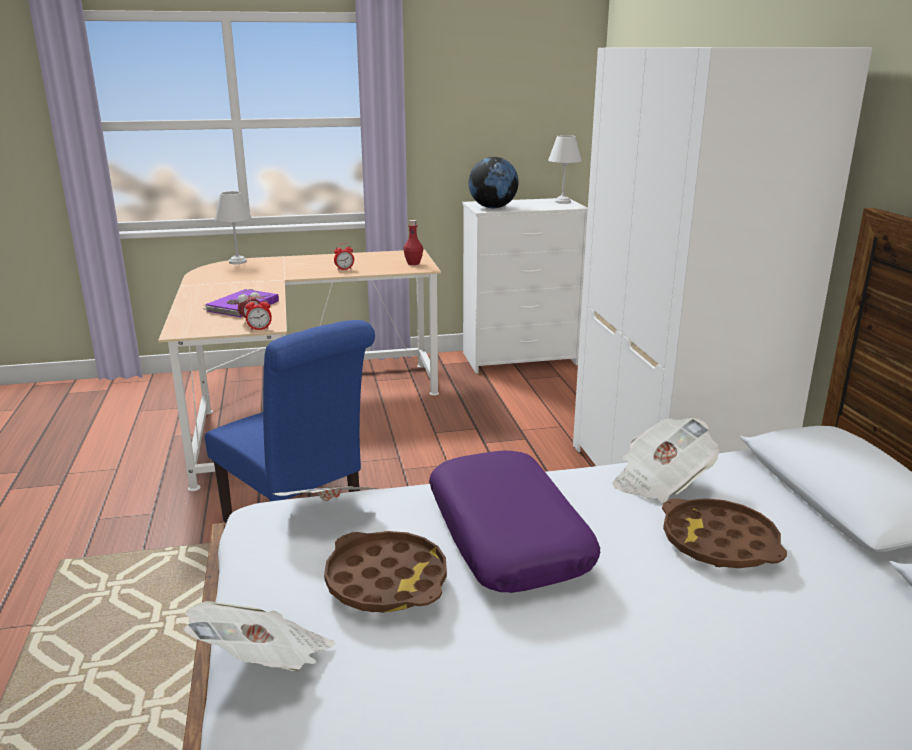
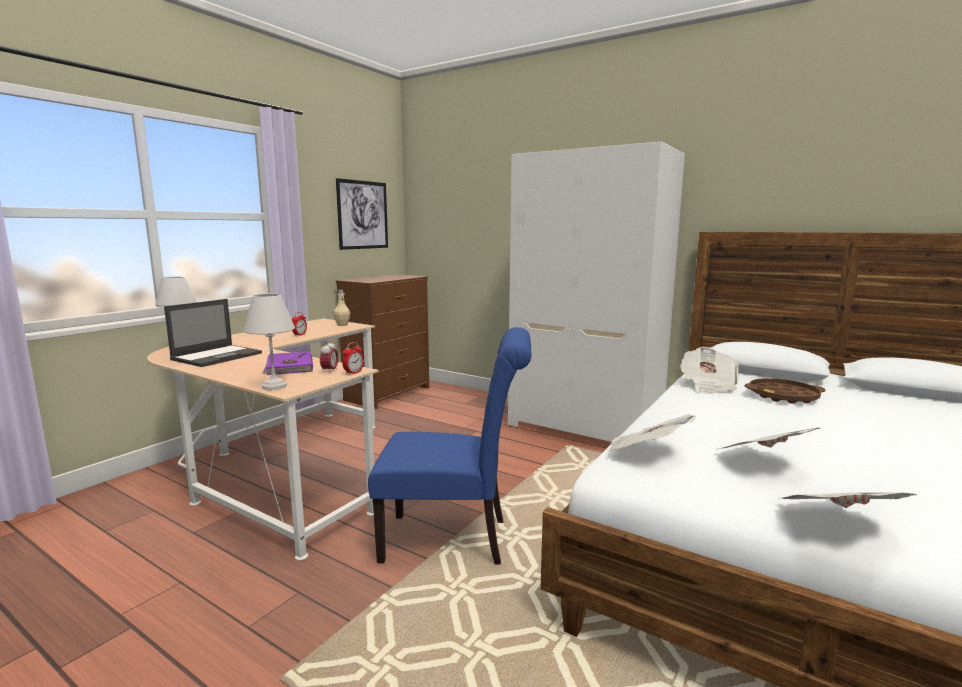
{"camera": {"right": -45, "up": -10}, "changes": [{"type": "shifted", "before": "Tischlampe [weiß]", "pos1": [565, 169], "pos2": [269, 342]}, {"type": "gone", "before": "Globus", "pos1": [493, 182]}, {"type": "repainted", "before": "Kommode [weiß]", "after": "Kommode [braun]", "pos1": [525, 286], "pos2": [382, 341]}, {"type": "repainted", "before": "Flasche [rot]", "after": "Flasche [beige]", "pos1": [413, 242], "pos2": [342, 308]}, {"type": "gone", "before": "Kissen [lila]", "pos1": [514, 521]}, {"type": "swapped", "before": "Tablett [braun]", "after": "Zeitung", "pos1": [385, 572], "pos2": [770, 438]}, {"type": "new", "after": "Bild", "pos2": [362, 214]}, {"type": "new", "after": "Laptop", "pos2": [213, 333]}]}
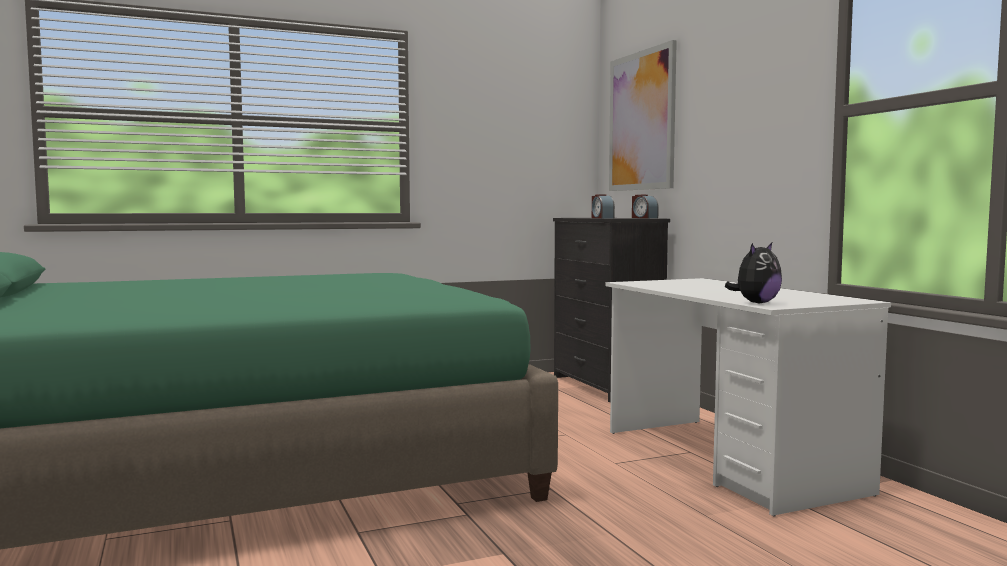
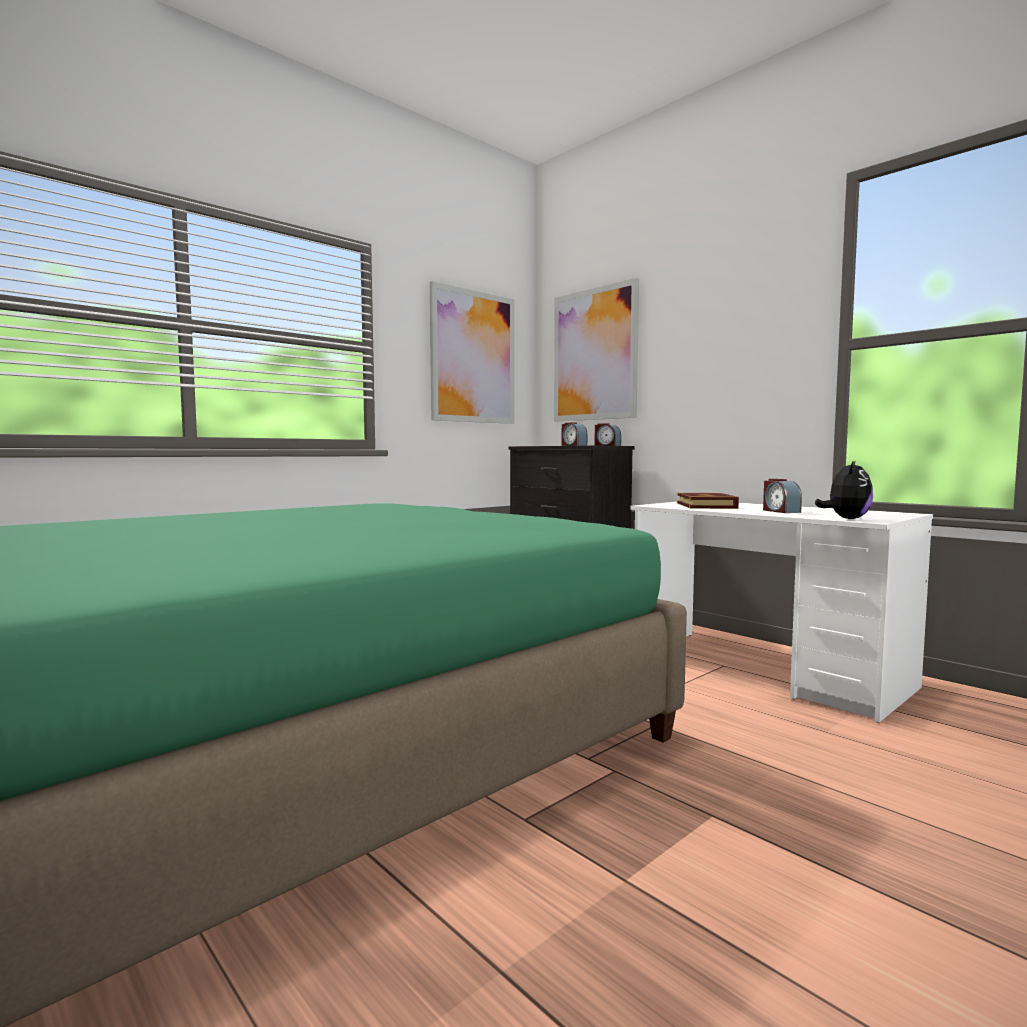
{"camera": {"right": -20, "up": 0}, "changes": [{"type": "new", "after": "Bild", "pos2": [472, 352]}, {"type": "new", "after": "Wecker", "pos2": [782, 496]}, {"type": "new", "after": "Buch", "pos2": [708, 501]}]}
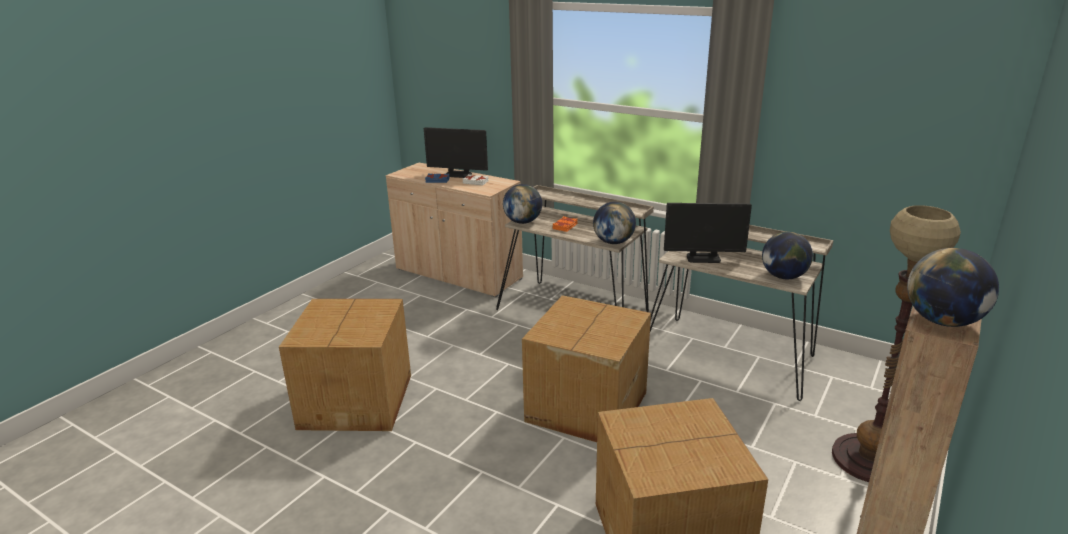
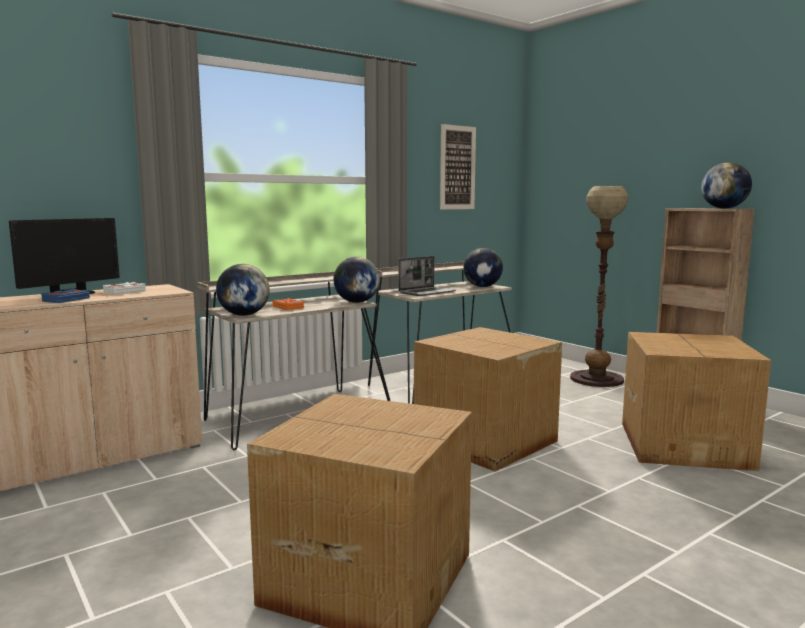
{"camera": {"right": -70, "up": -15}, "changes": [{"type": "swapped", "before": "Monitor", "after": "Laptop", "pos1": [708, 233], "pos2": [427, 276]}, {"type": "new", "after": "Bild", "pos2": [458, 166]}]}
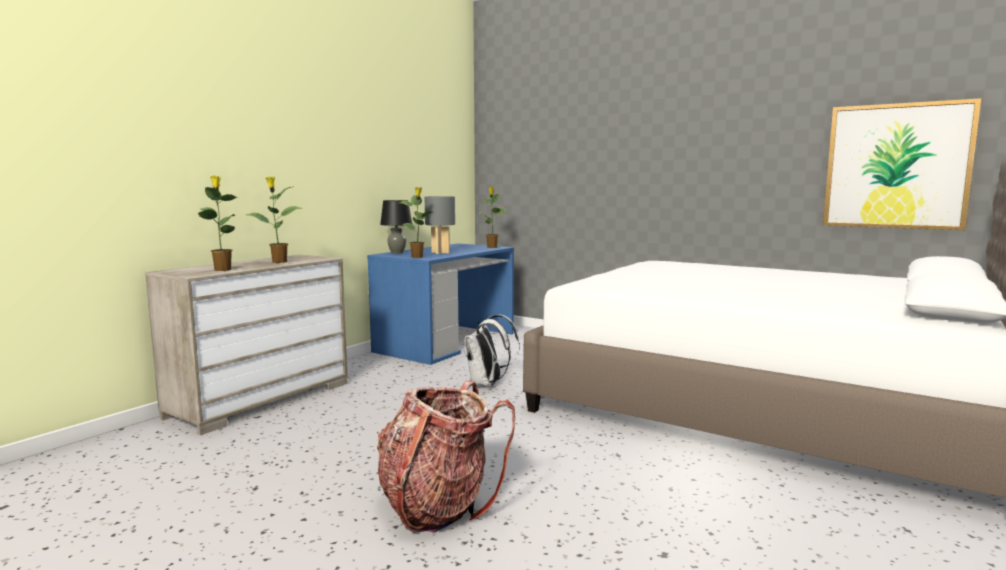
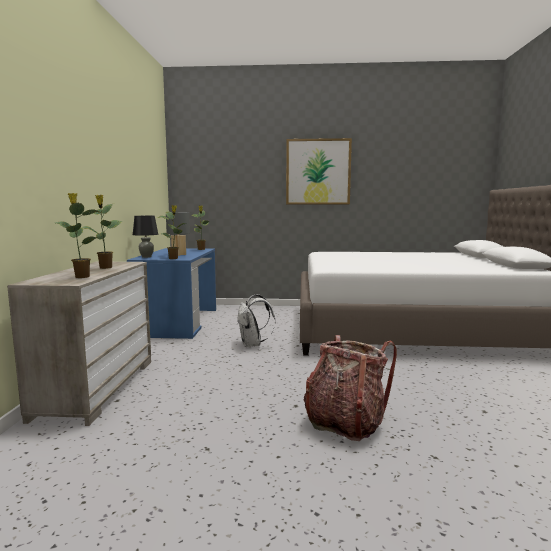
{"camera": {"right": -30, "up": 0}, "changes": [{"type": "shifted", "before": "Bild", "pos1": [902, 164], "pos2": [319, 171]}]}
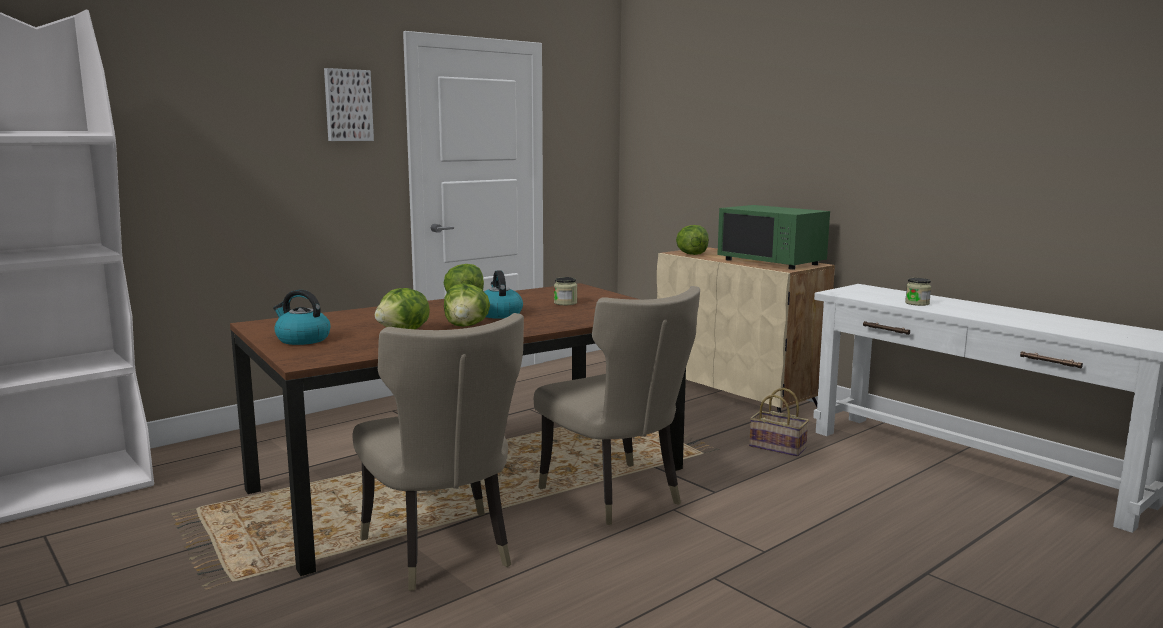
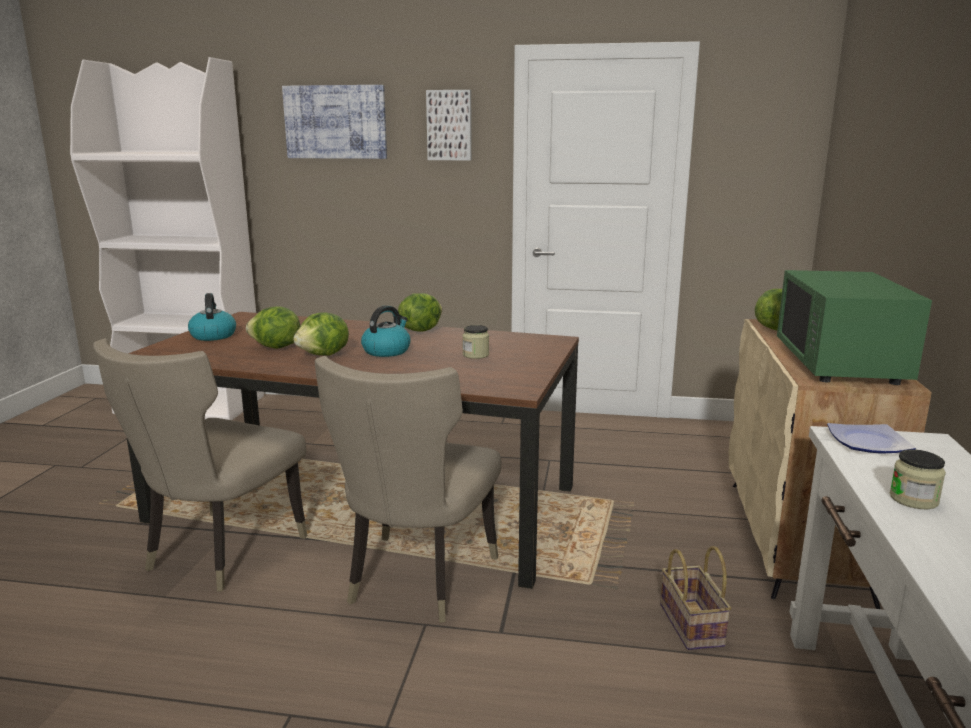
{"camera": {"right": 50, "up": 5}, "changes": [{"type": "new", "after": "Bild", "pos2": [334, 122]}, {"type": "new", "after": "Teller", "pos2": [871, 438]}]}
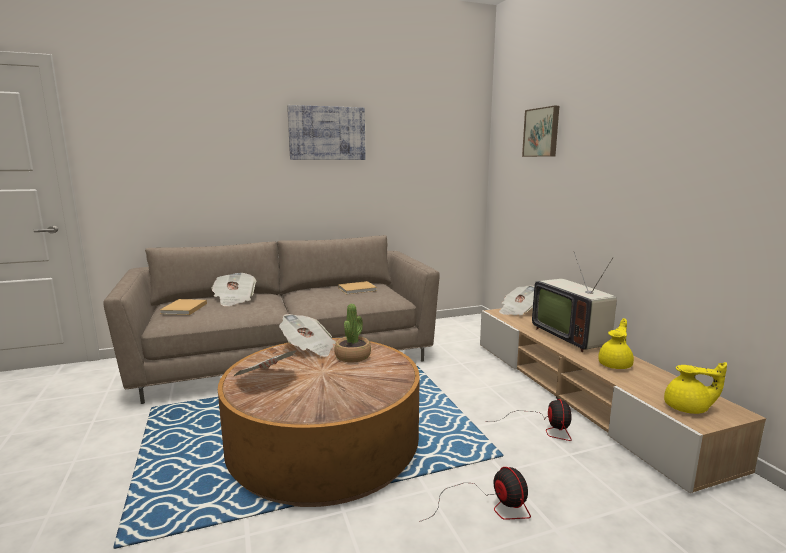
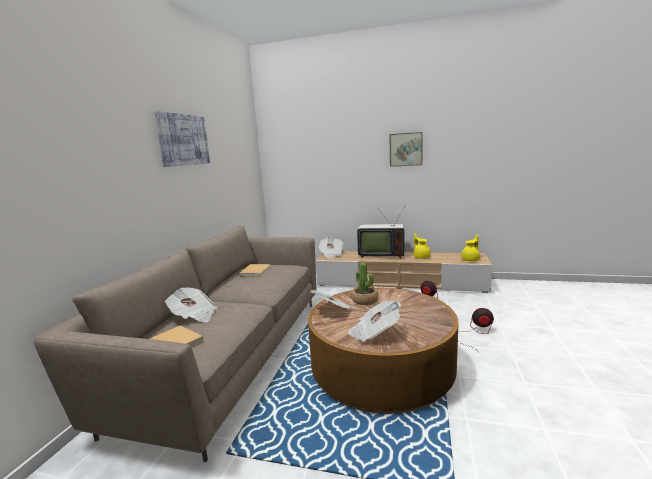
{"camera": {"right": -55, "up": 0}, "changes": [{"type": "shifted", "before": "Bild", "pos1": [540, 131], "pos2": [406, 149]}]}
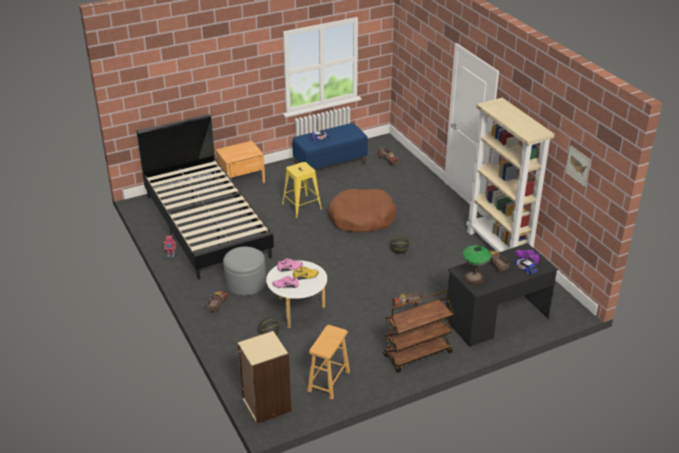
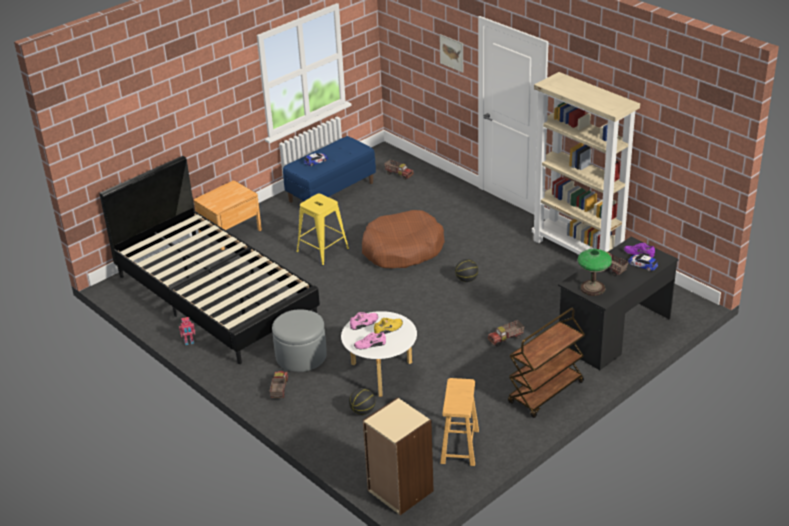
{"camera": {"right": -15, "up": 0}, "changes": [{"type": "shifted", "before": "Bild", "pos1": [578, 166], "pos2": [451, 53]}]}
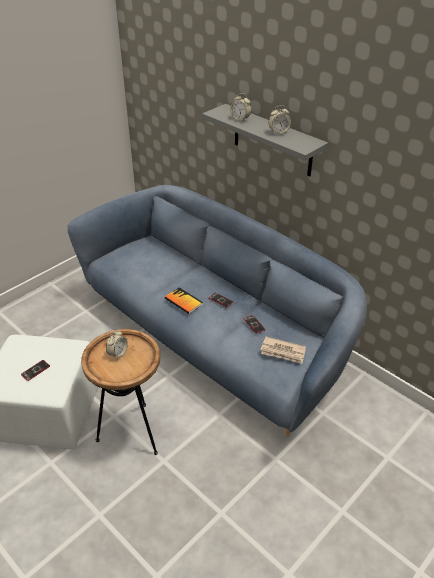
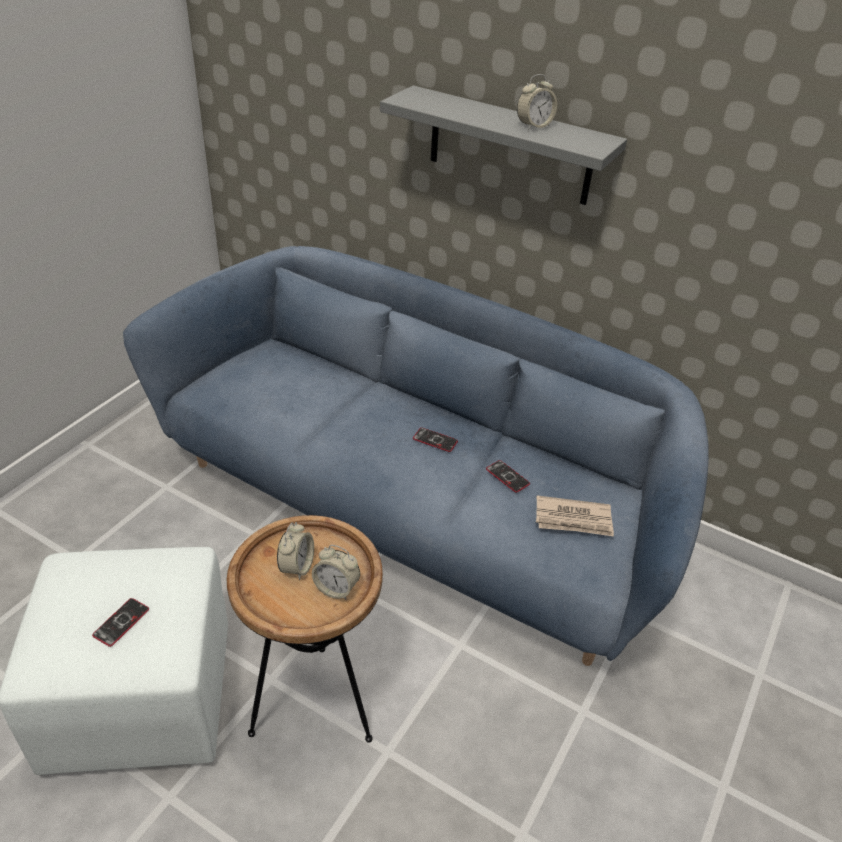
{"camera": {"right": -15, "up": 0}, "changes": [{"type": "shifted", "before": "Wecker", "pos1": [240, 107], "pos2": [336, 572]}, {"type": "gone", "before": "Buch", "pos1": [184, 300]}]}
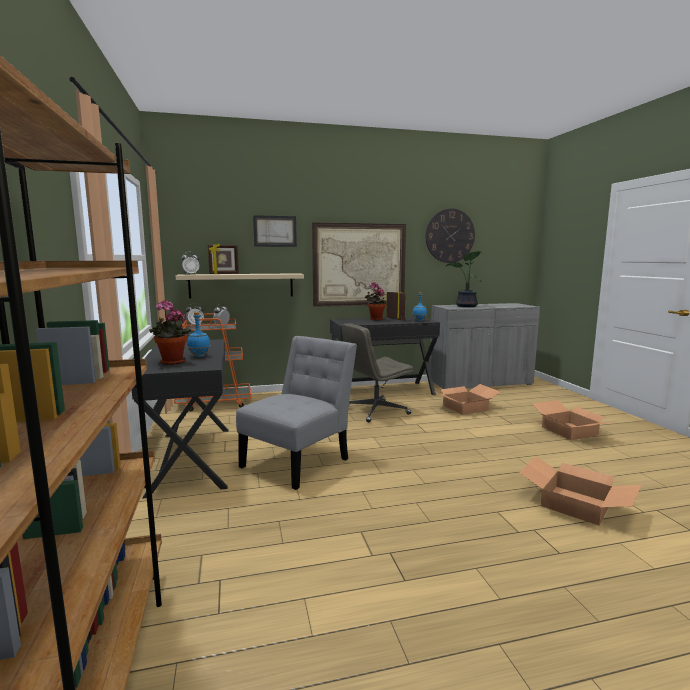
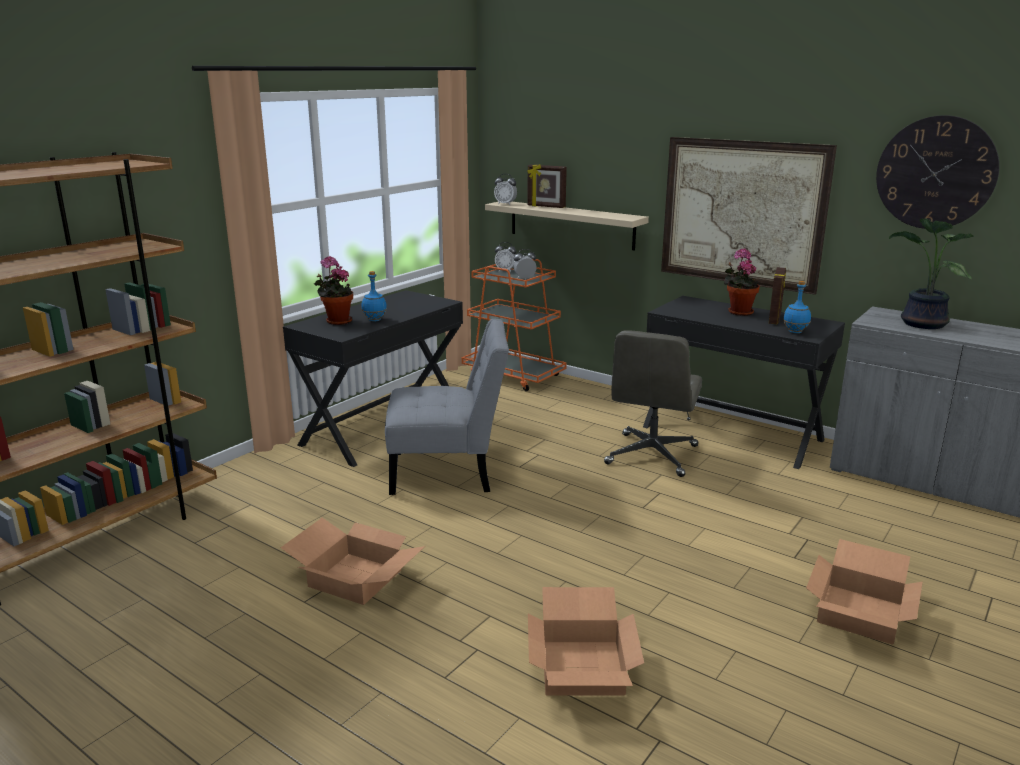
{"camera": {"right": 50, "up": 10}, "changes": [{"type": "gone", "before": "Bild", "pos1": [275, 231]}, {"type": "rotated", "before": "Bürostuhl [grau]", "pos1": [378, 372], "pos2": [653, 403], "turn": -90}, {"type": "shifted", "before": "Karton", "pos1": [466, 399], "pos2": [353, 561]}]}
